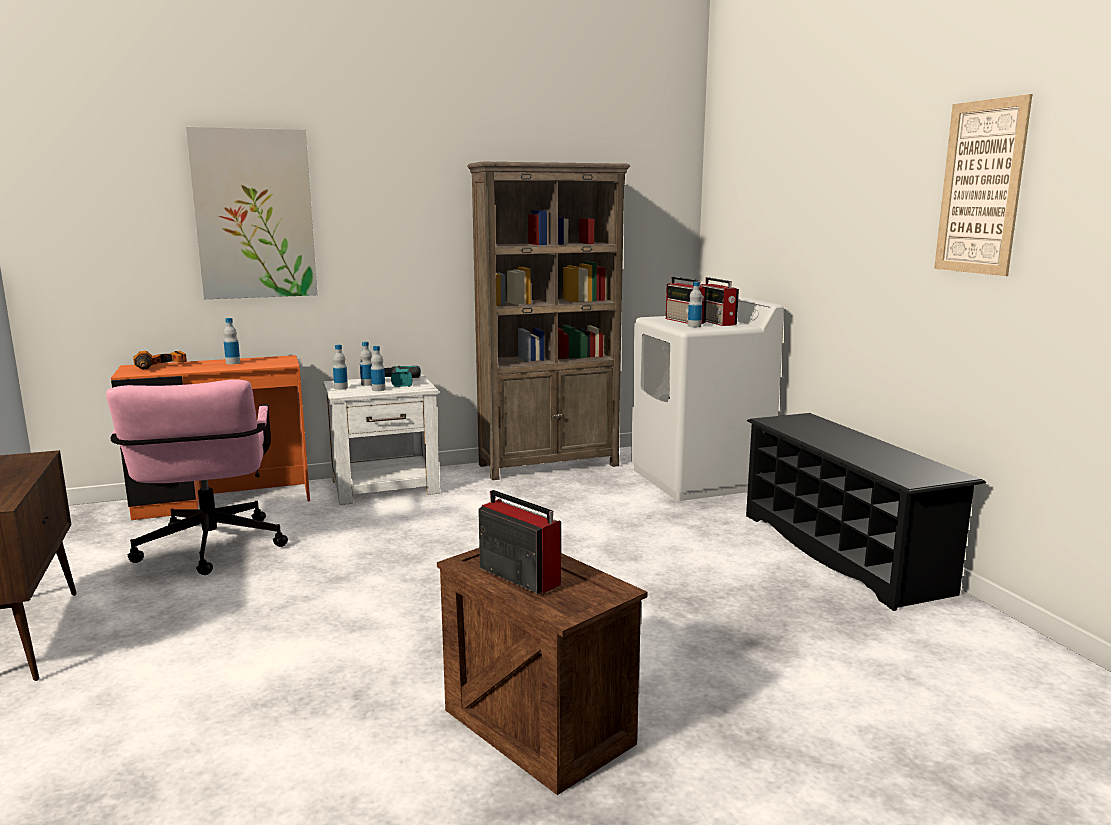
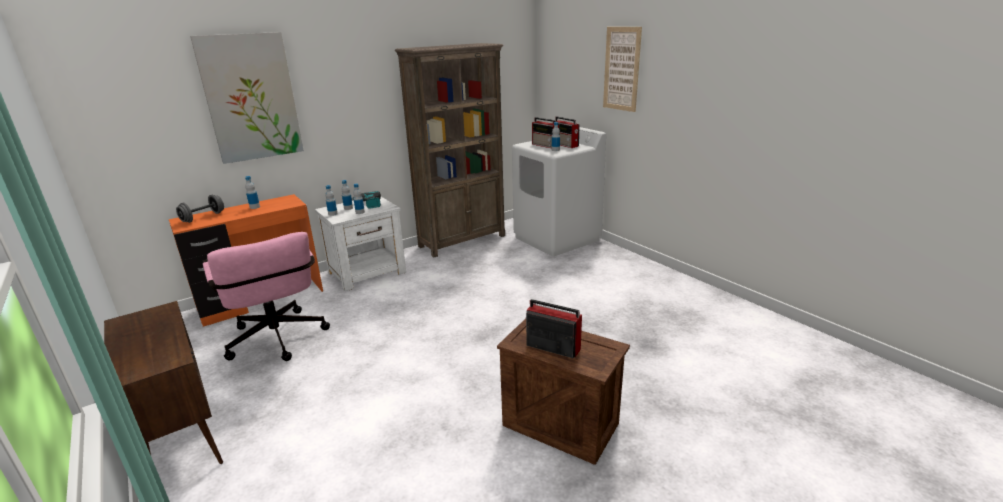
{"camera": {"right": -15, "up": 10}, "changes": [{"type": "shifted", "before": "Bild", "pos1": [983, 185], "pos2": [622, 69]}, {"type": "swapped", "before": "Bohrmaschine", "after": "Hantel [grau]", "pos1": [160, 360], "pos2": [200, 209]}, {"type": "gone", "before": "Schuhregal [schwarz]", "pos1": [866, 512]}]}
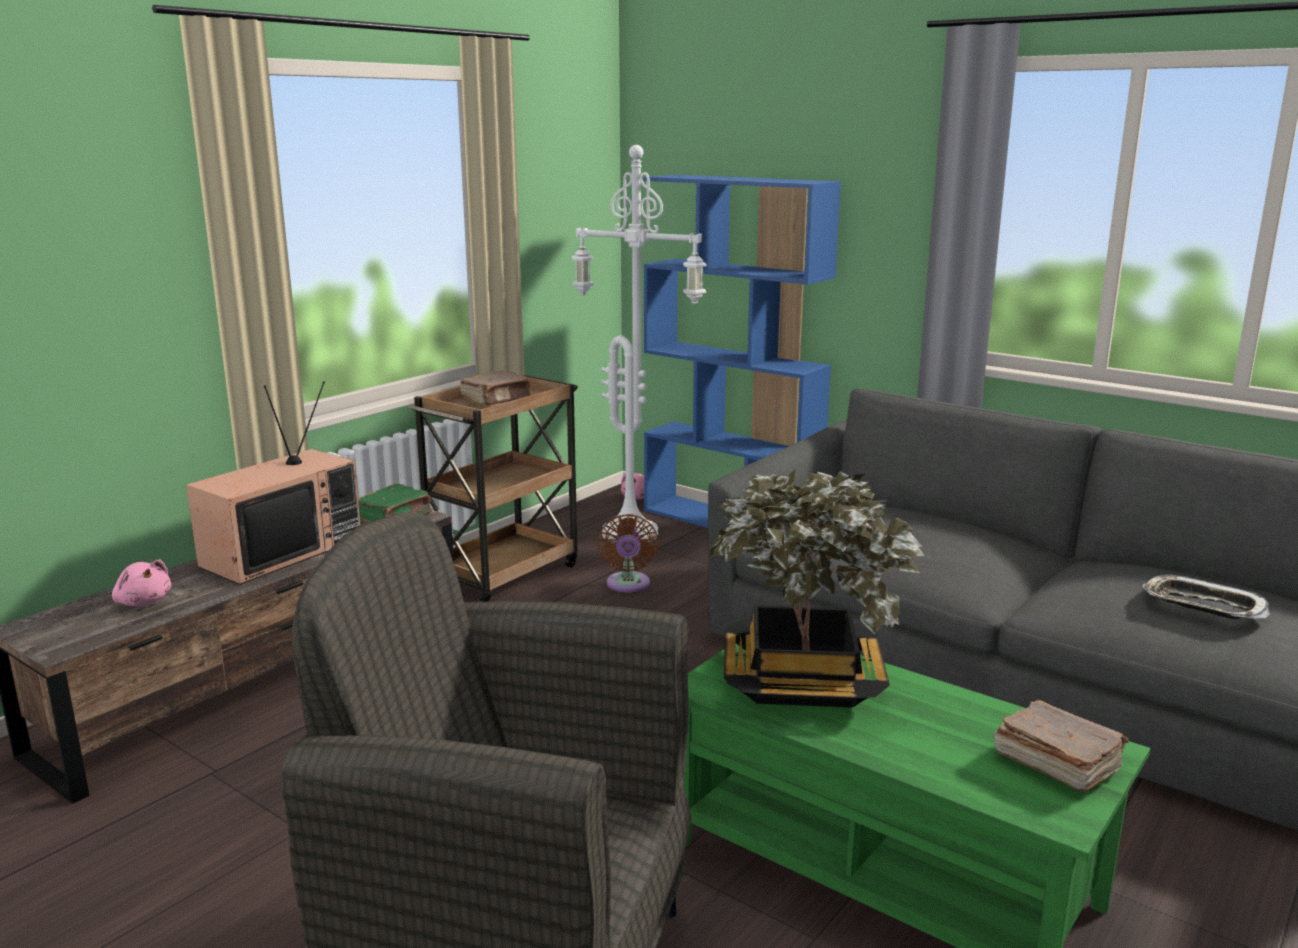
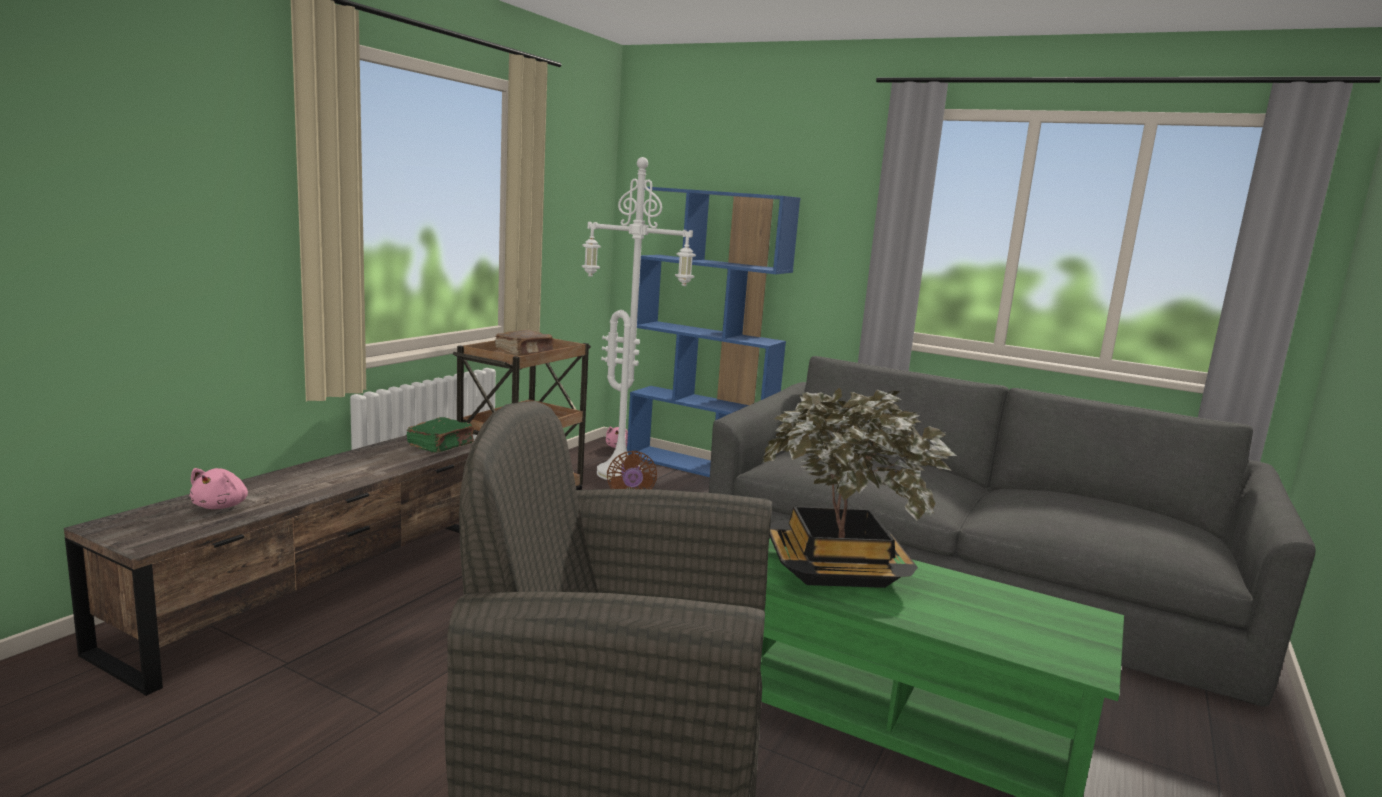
{"camera": {"right": -10, "up": -5}, "changes": [{"type": "gone", "before": "Fernseher", "pos1": [273, 483]}, {"type": "rotated", "before": "Plüschtier [rosa]", "pos1": [141, 582], "pos2": [219, 488], "turn": 60}, {"type": "gone", "before": "Tablett", "pos1": [1206, 597]}, {"type": "gone", "before": "Buch [braun]", "pos1": [1061, 746]}]}
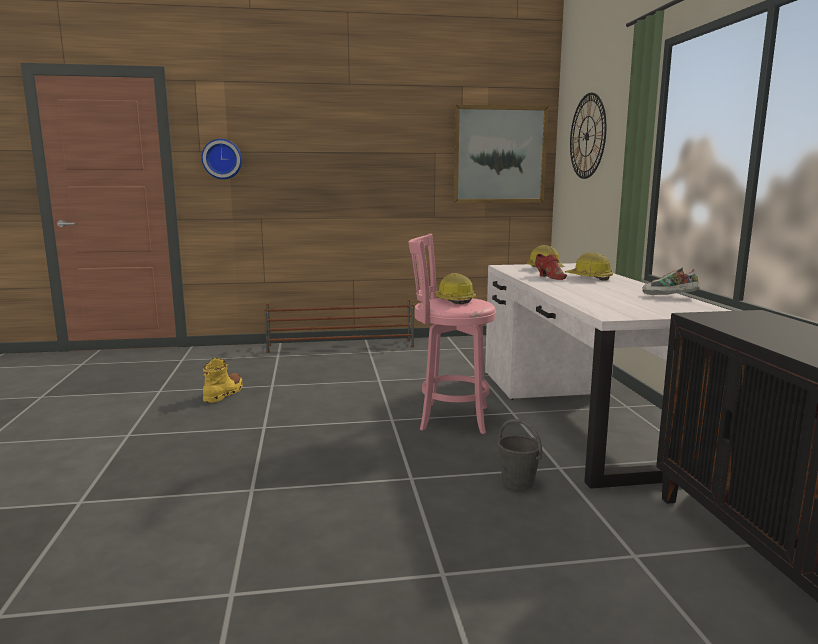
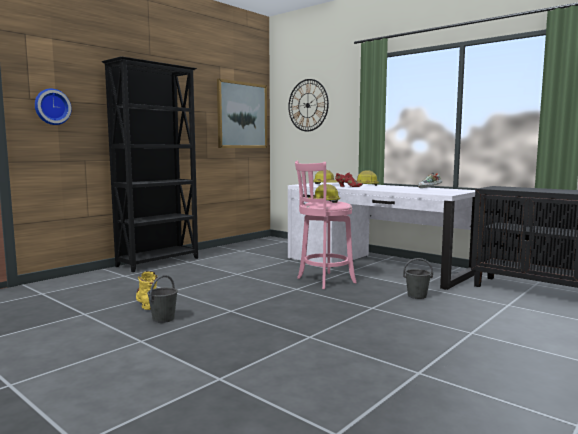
{"camera": {"right": -40, "up": -5}, "changes": [{"type": "swapped", "before": "Schuhregal [braun]", "after": "Bücherregal [schwarz]", "pos1": [339, 326], "pos2": [150, 164]}, {"type": "new", "after": "Eimer [grau]", "pos2": [162, 299]}]}
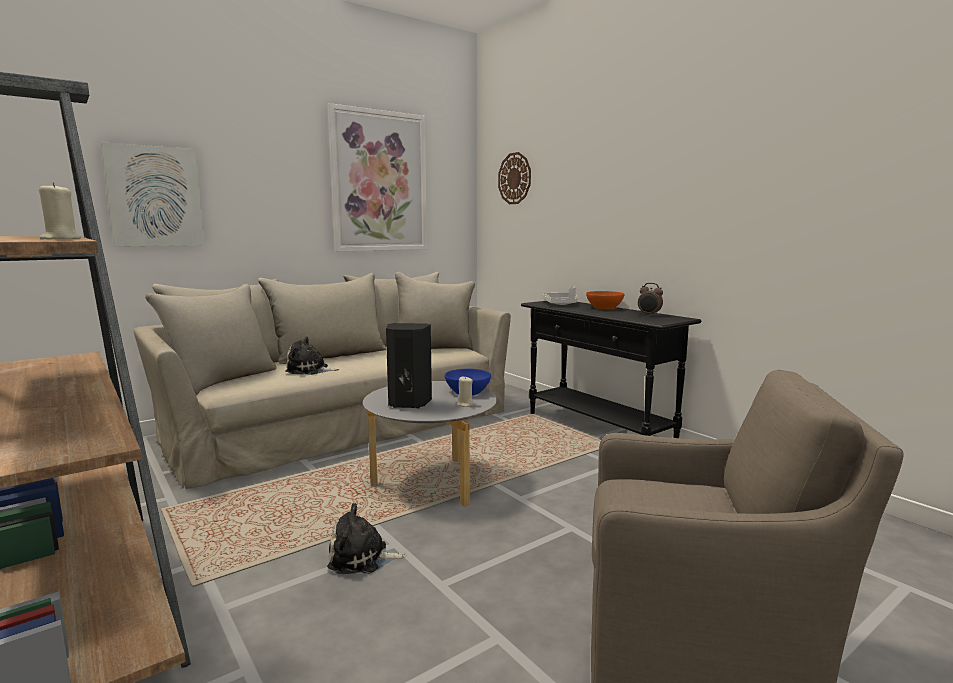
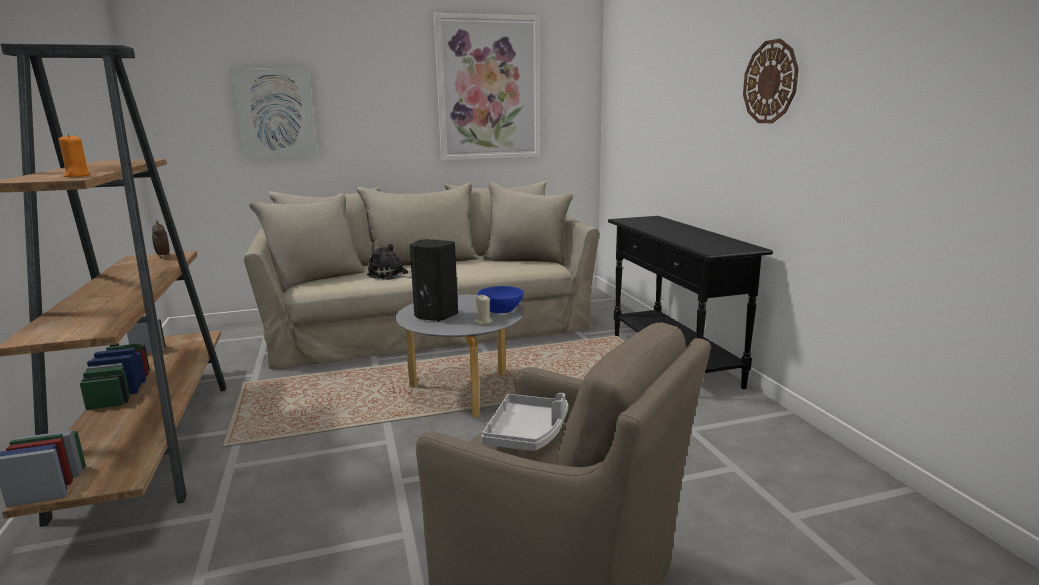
{"camera": {"right": 20, "up": 5}, "changes": [{"type": "shifted", "before": "Wanduhr", "pos1": [514, 178], "pos2": [771, 81]}, {"type": "repainted", "before": "Kerze [beige]", "after": "Kerze [orange]", "pos1": [60, 211], "pos2": [74, 155]}, {"type": "shifted", "before": "Wecker", "pos1": [650, 299], "pos2": [161, 239]}, {"type": "shifted", "before": "Tablett [grau]", "pos1": [560, 295], "pos2": [524, 422]}, {"type": "gone", "before": "Schüssel [orange]", "pos1": [605, 300]}, {"type": "gone", "before": "Plüschtier", "pos1": [367, 538]}]}
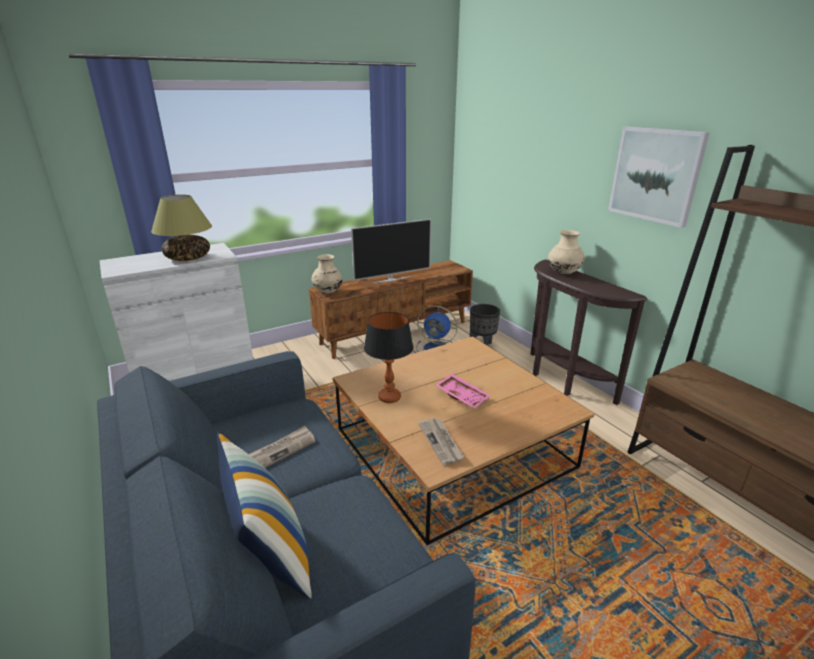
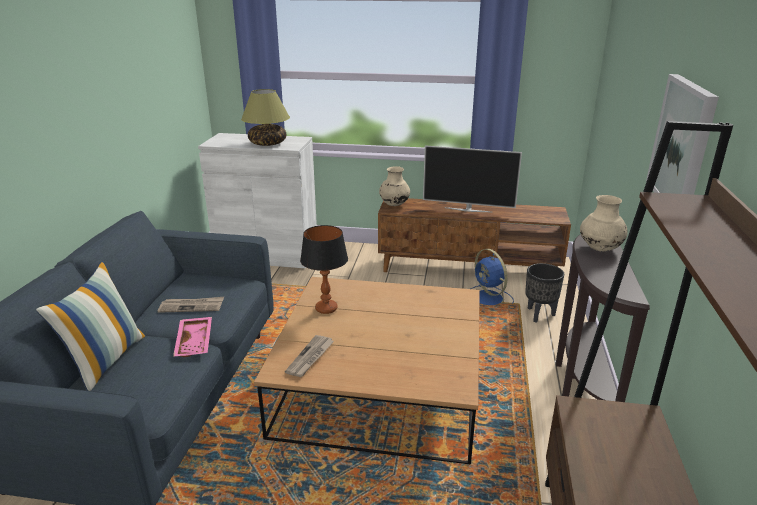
{"camera": {"right": 40, "up": 0}, "changes": [{"type": "shifted", "before": "Tablett [rosa]", "pos1": [463, 391], "pos2": [192, 337]}]}
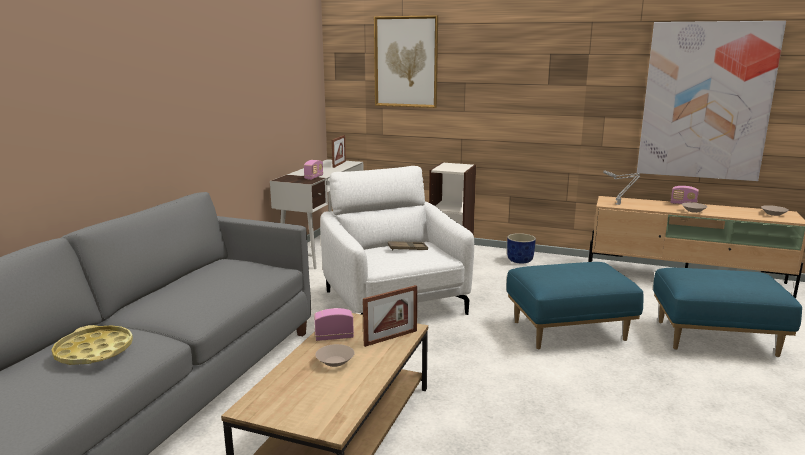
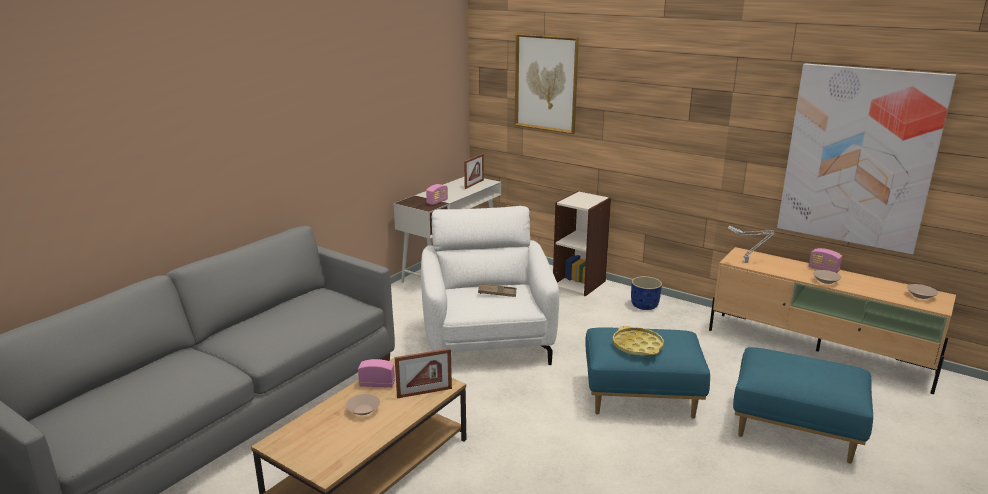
{"camera": {"right": 15, "up": 5}, "changes": [{"type": "shifted", "before": "Tablett [gelb]", "pos1": [92, 345], "pos2": [638, 341]}]}
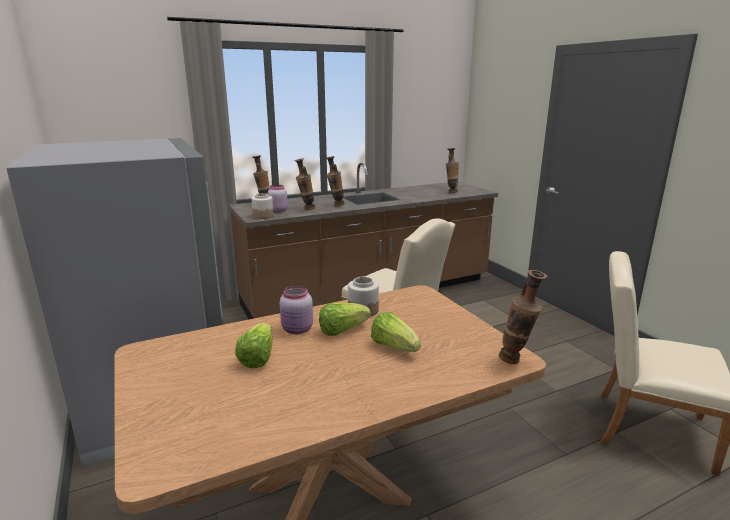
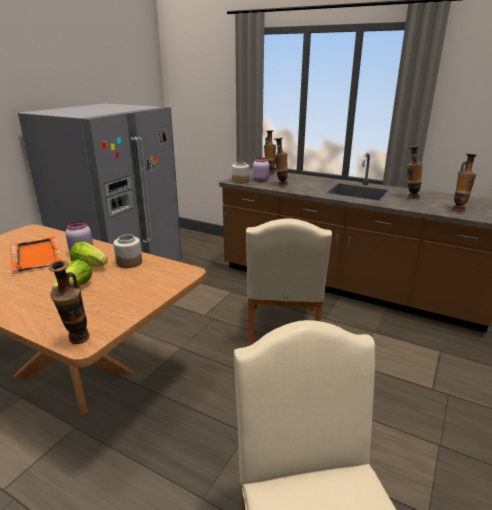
{"camera": {"right": 55, "up": 5}, "changes": [{"type": "shifted", "before": "Vase", "pos1": [335, 181], "pos2": [414, 172]}, {"type": "swapped", "before": "Salatkopf", "after": "Tablett [orange]", "pos1": [254, 345], "pos2": [36, 253]}]}
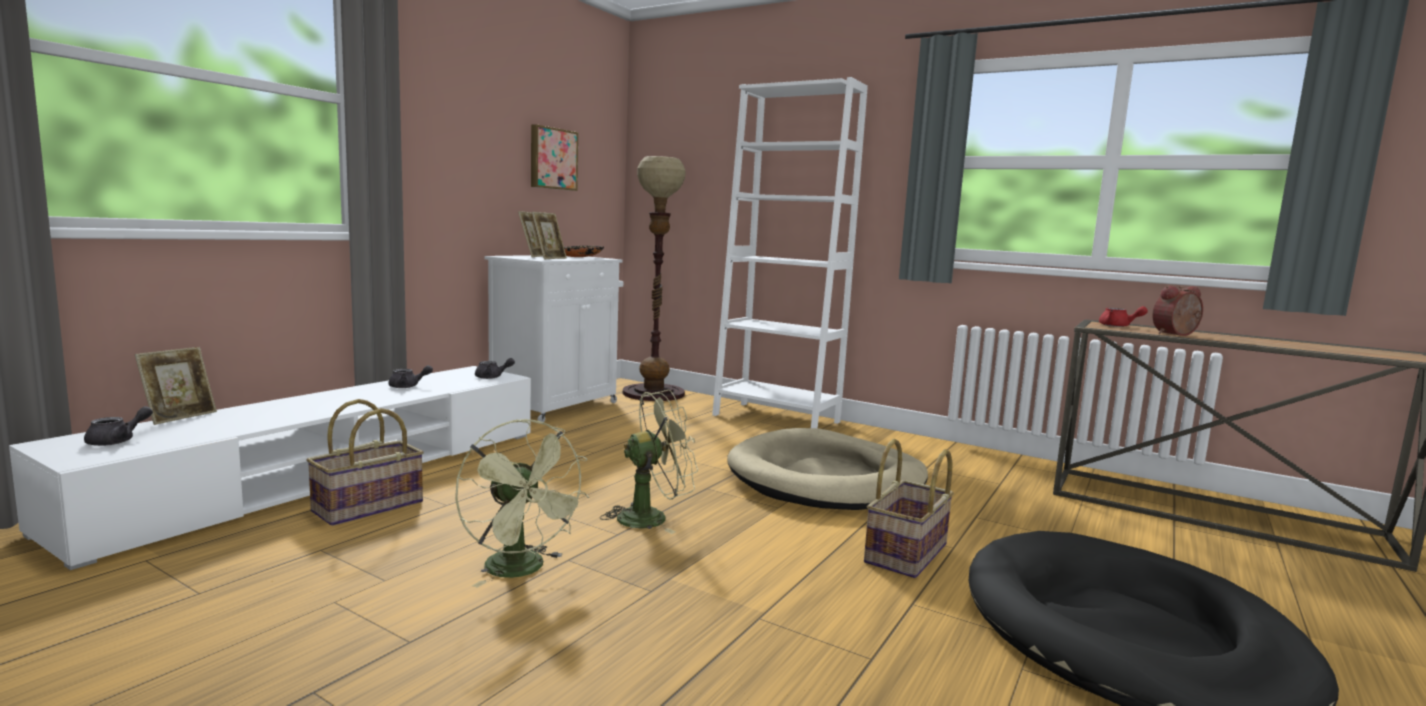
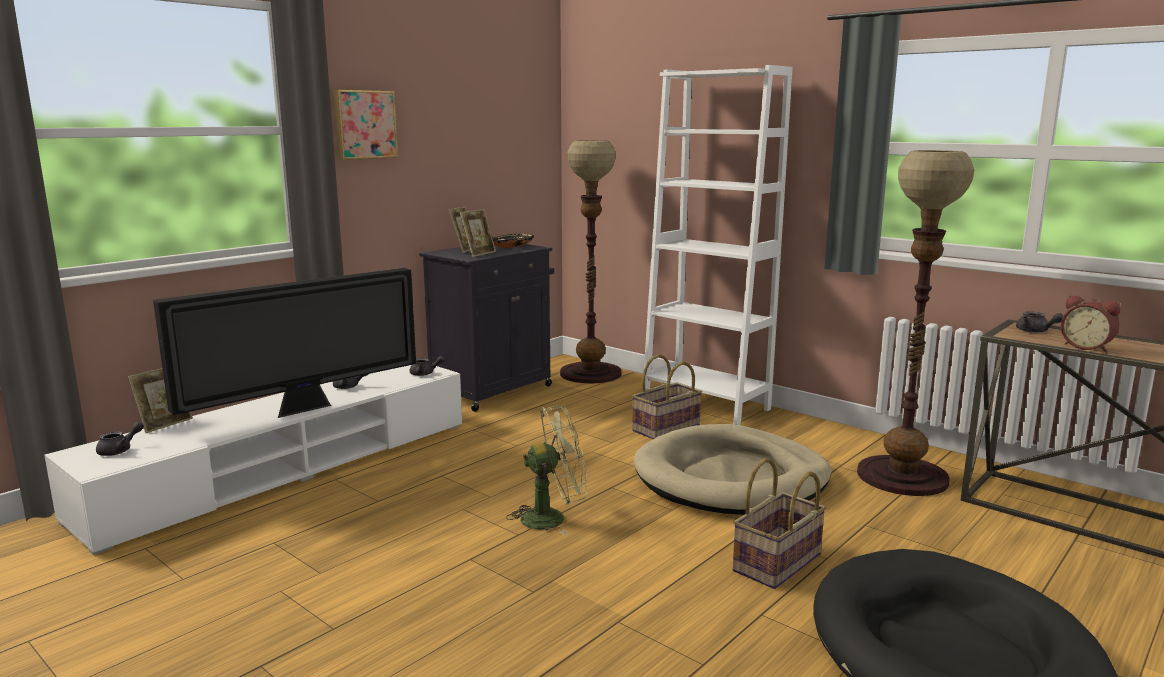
{"camera": {"right": 10, "up": 5}, "changes": [{"type": "shifted", "before": "Bild", "pos1": [554, 157], "pos2": [365, 124]}, {"type": "repainted", "before": "Schrank [weiß]", "after": "Schrank [schwarz]", "pos1": [554, 338], "pos2": [486, 328]}, {"type": "rotated", "before": "Wecker", "pos1": [1177, 311], "pos2": [1091, 323], "turn": -120}, {"type": "repainted", "before": "Teekanne [rot]", "after": "Teekanne [grau]", "pos1": [1123, 316], "pos2": [1040, 322]}, {"type": "shifted", "before": "Korb", "pos1": [365, 462], "pos2": [667, 396]}, {"type": "gone", "before": "Ventilator [grün]", "pos1": [522, 503]}, {"type": "new", "after": "Stehlampe", "pos2": [915, 323]}, {"type": "new", "after": "Fernseher", "pos2": [284, 343]}]}
